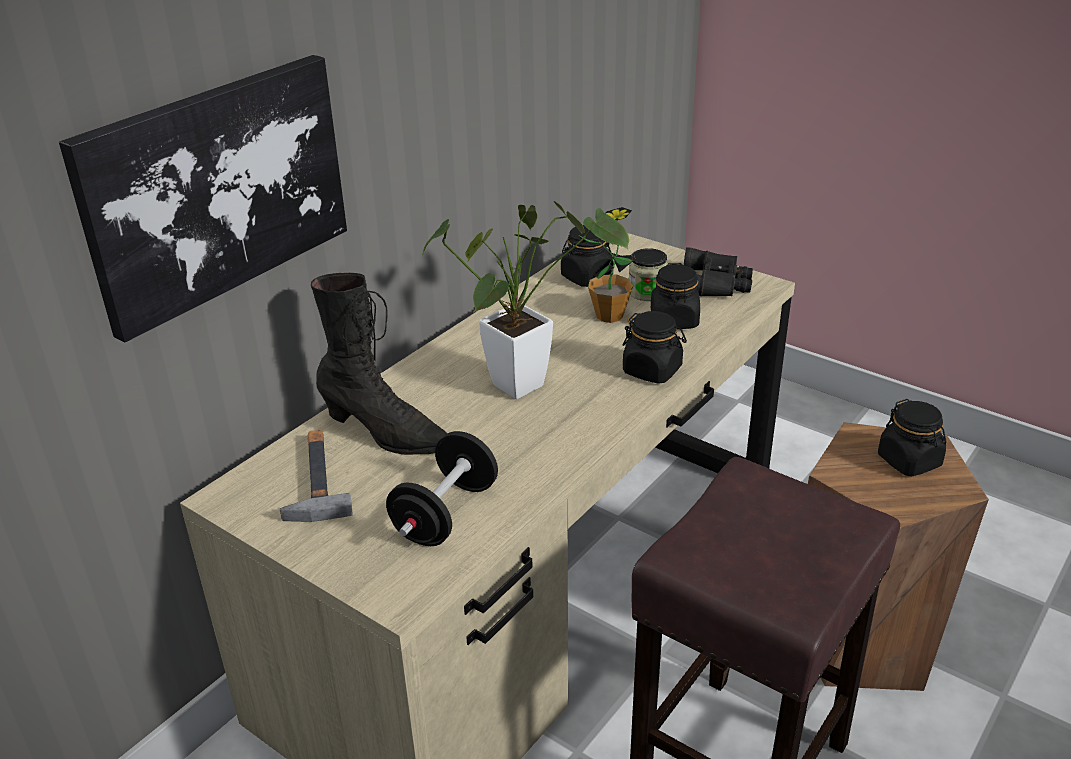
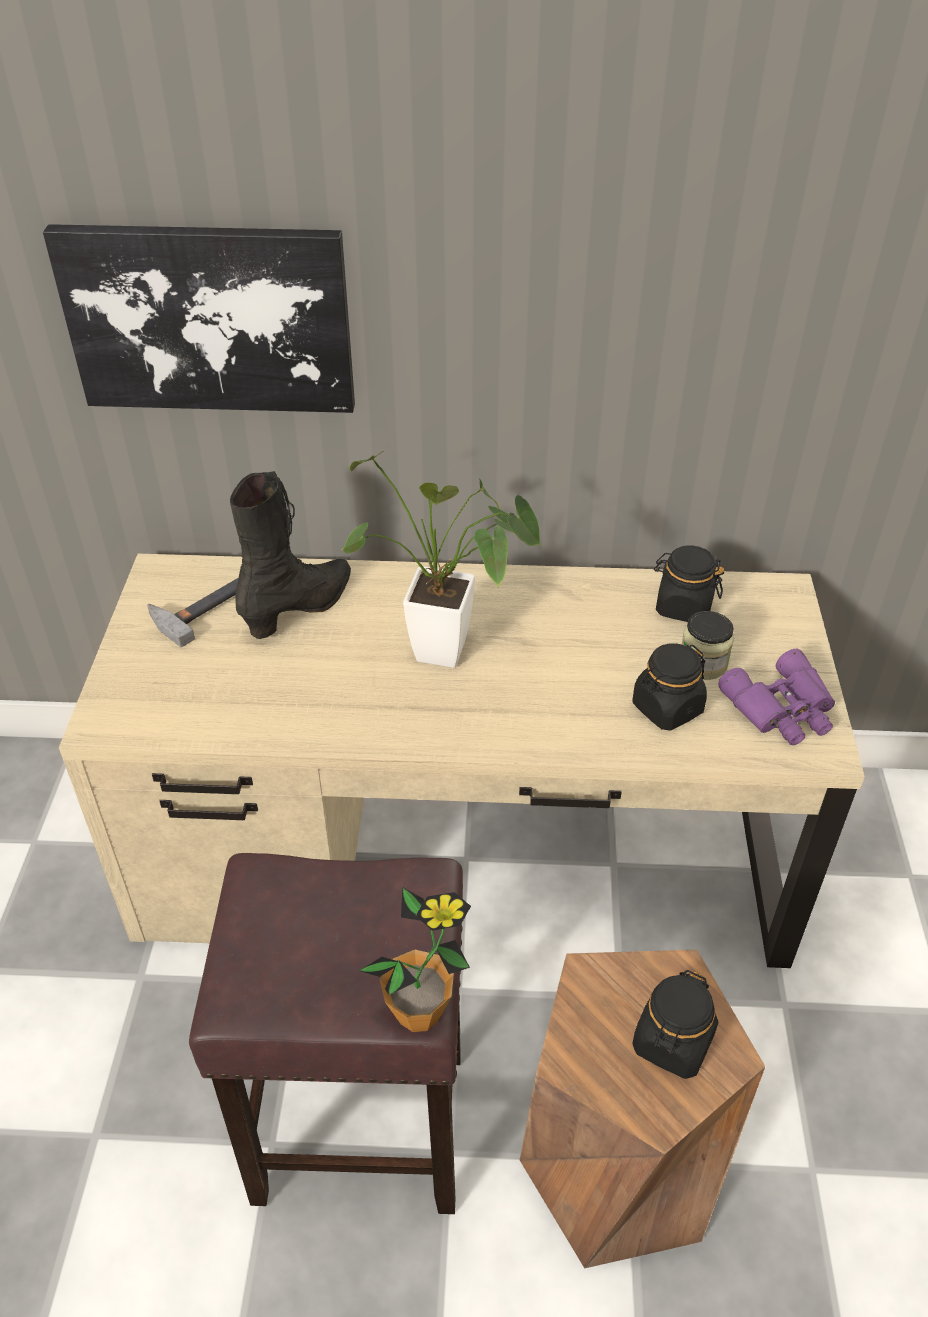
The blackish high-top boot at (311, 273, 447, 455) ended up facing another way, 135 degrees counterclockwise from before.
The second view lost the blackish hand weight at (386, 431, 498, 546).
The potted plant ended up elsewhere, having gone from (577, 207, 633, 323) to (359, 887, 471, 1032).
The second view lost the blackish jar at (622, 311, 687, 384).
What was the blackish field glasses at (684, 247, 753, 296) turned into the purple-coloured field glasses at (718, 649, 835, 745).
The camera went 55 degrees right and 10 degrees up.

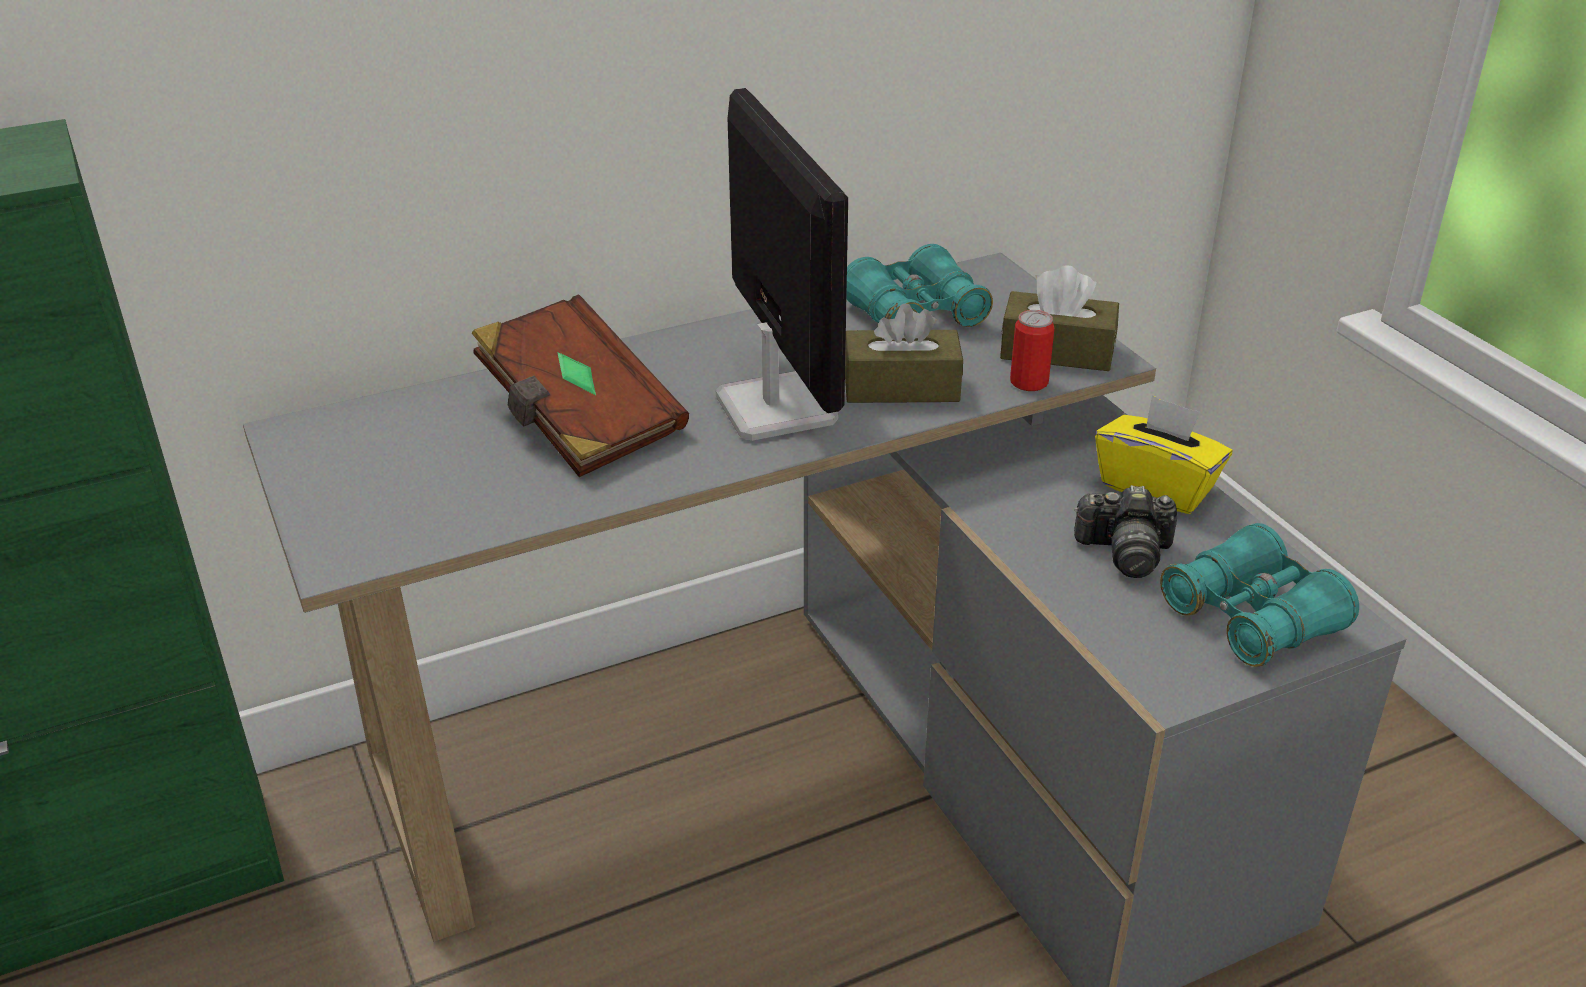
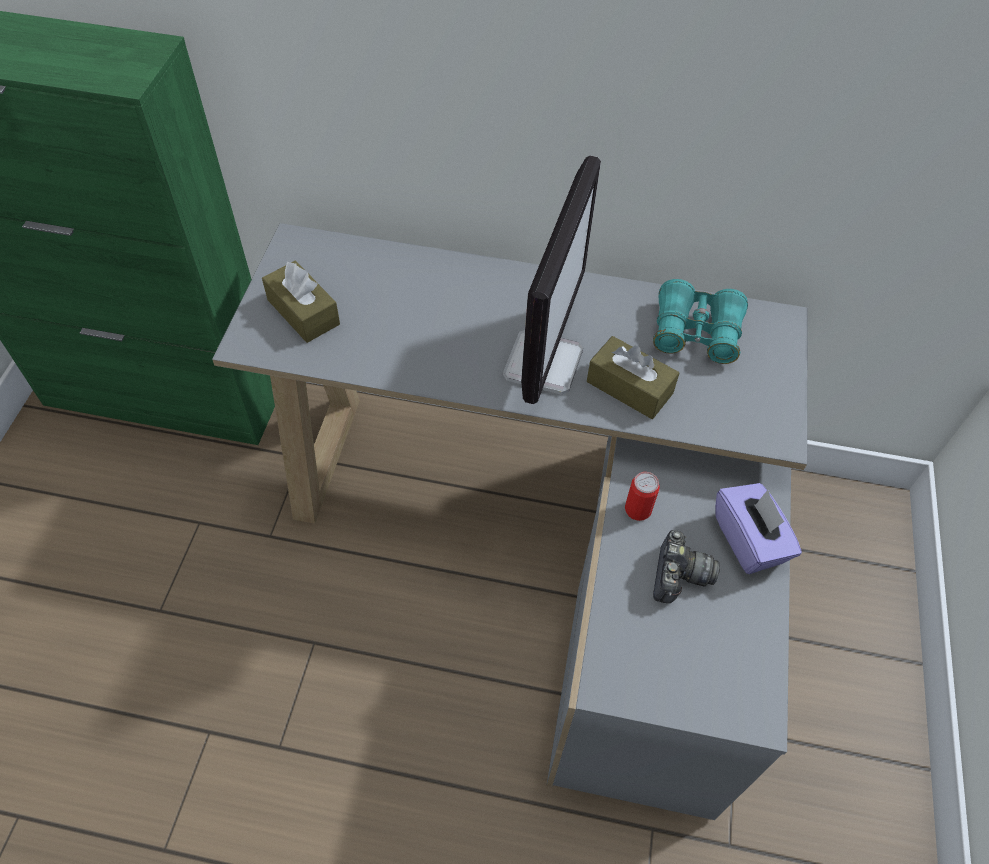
The second view lost the brown-coloured bound book at (472, 294, 689, 477).
The brown-coloured box of tissues ended up elsewhere, having gone from (1000, 265, 1119, 371) to (262, 261, 340, 343).
The metal can ended up elsewhere, having gone from (1010, 310, 1054, 391) to (625, 472, 660, 521).
The still camera at (1074, 485, 1177, 578) ended up facing another way, 120 degrees counterclockwise from before.
What was the yellow-coloured box of tissues at (1095, 395, 1232, 514) turned into the purple-coloured box of tissues at (715, 483, 802, 574).
The second view lost the turquoise-coloured field glasses at (1160, 523, 1359, 667).
The camera went 35 degrees right and 20 degrees up.

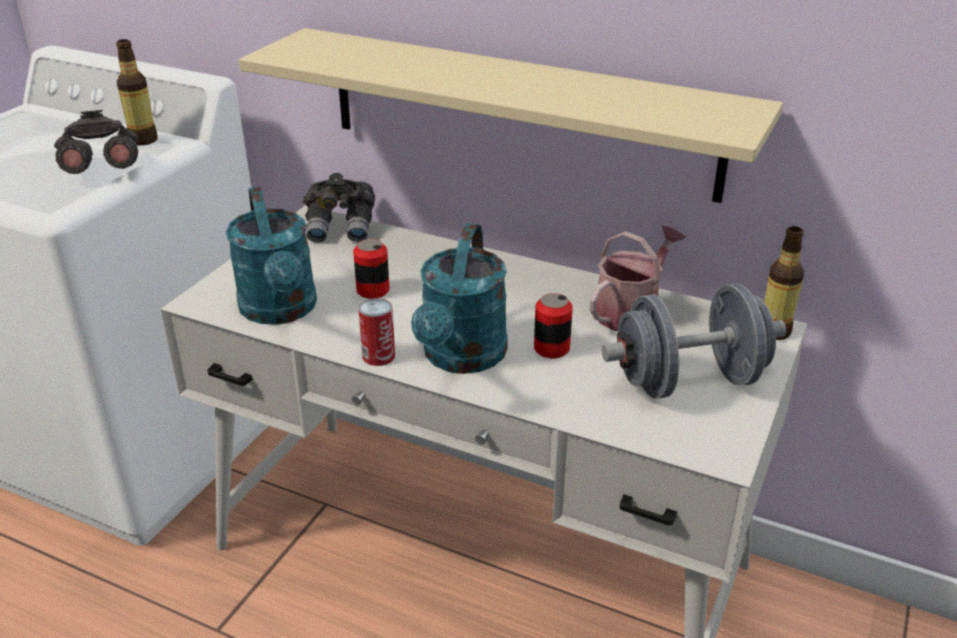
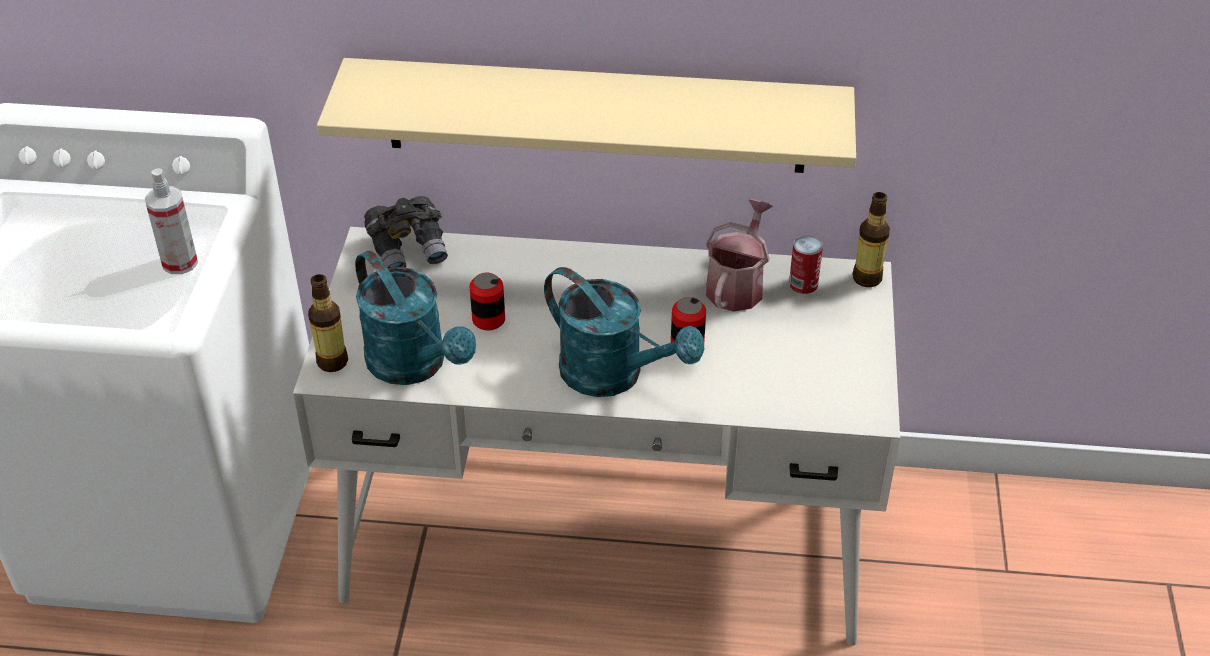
Where the grey field glasses stood at (54, 110, 139, 174), the spray bottle came to stand at (145, 168, 198, 274).
The beverage bottle ended up elsewhere, having gone from (116, 39, 158, 146) to (308, 274, 348, 372).
The metal can ended up elsewhere, having gone from (358, 299, 395, 366) to (789, 236, 823, 294).
The turquoise-coloured sprinkling can at (411, 224, 508, 374) ended up facing another way, 45 degrees counterclockwise from before.
The second view lost the grey hand weight at (602, 283, 786, 399).
The camera went 20 degrees left and 10 degrees up.

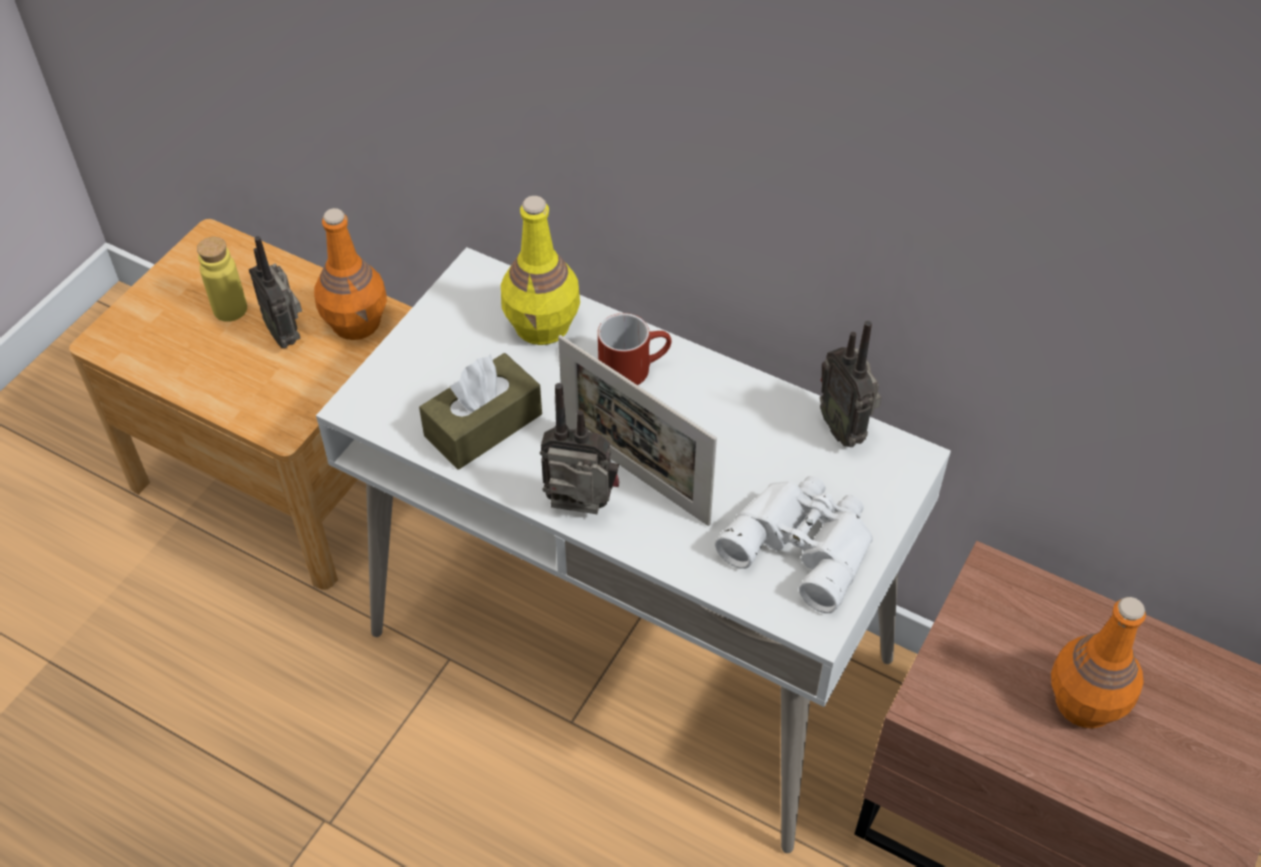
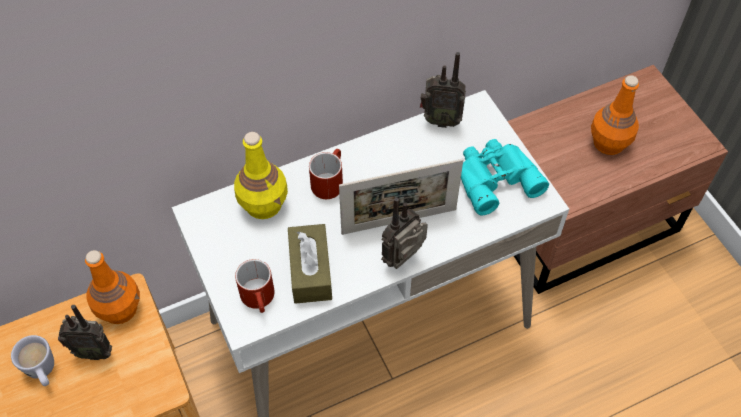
Where the yellow-coloured beverage bottle stood at (197, 237, 247, 322), the white tea mug came to stand at (11, 335, 54, 386).
What was the white field glasses at (715, 476, 873, 613) turned into the turquoise-coloured field glasses at (461, 139, 549, 216).
The second view gained the red tea mug at (235, 259, 275, 313).
The camera went 55 degrees left and 5 degrees up.

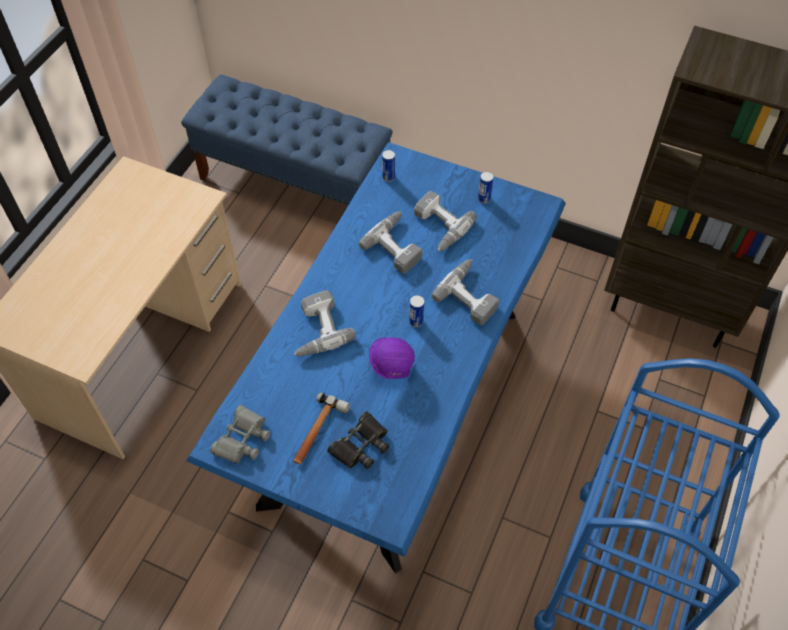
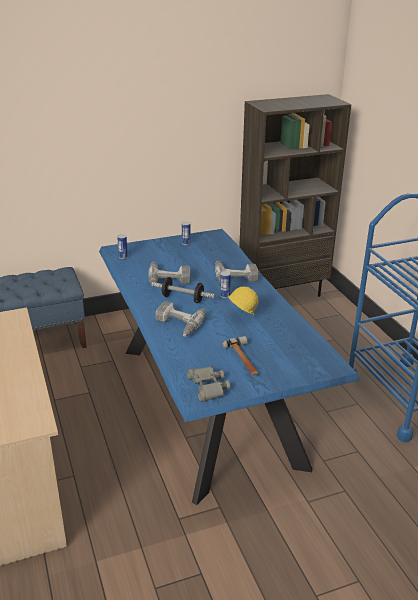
The second view lost the blackish field glasses at (327, 411, 390, 469).
What was the purple-coloured safety helmet at (369, 337, 415, 379) turned into the yellow-coloured safety helmet at (228, 287, 258, 315).
The second view lost the electric drill at (414, 191, 477, 251).
The second view gained the hand weight at (151, 277, 215, 303).
The camera went 45 degrees left and 25 degrees down.

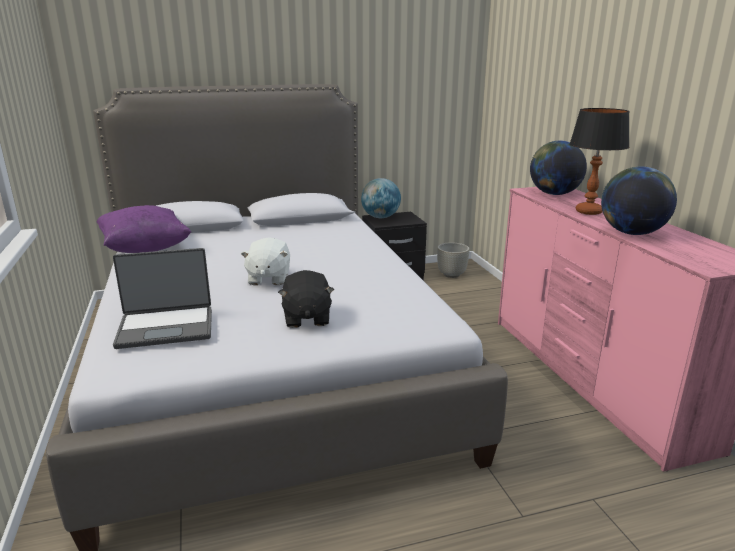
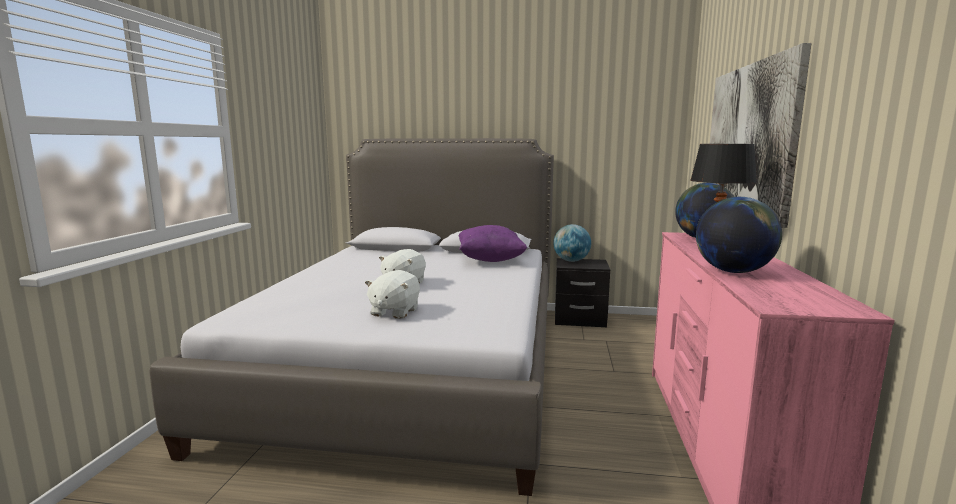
The purple-coloured pillow ended up elsewhere, having gone from (96, 205, 191, 253) to (458, 225, 527, 262).
The second view lost the notebook computer at (113, 248, 212, 349).
What was the blackish cuddly toy at (278, 270, 334, 328) turned into the white cuddly toy at (365, 270, 420, 319).
The second view lost the grey planter at (437, 242, 470, 278).
The second view gained the wall art at (710, 43, 812, 228).
The camera went 25 degrees right and 10 degrees down.

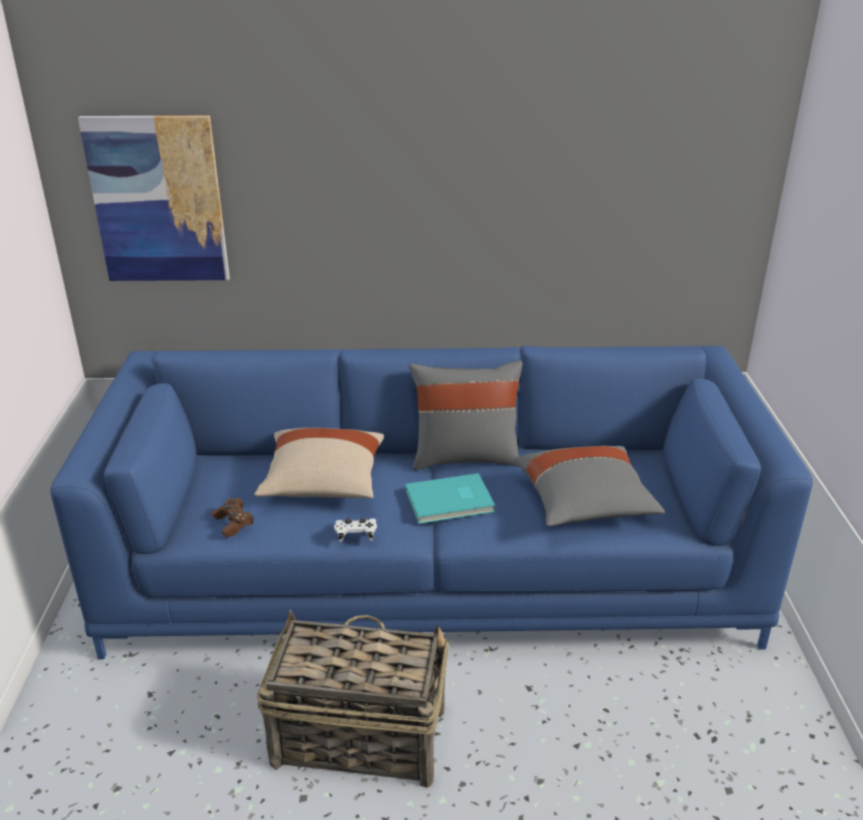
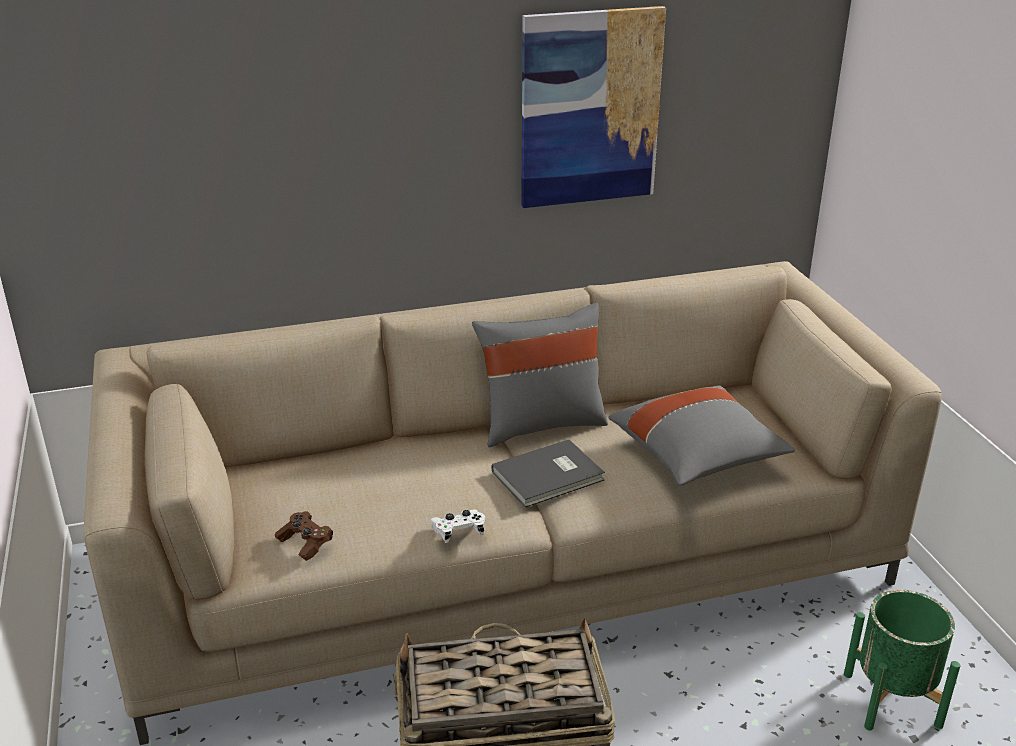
What was the blue sofa at (50, 346, 813, 659) turned into the beige-coloured sofa at (83, 261, 942, 745).
The wall art ended up elsewhere, having gone from (78, 116, 230, 281) to (521, 6, 666, 208).
The second view lost the beige-coloured pillow at (254, 428, 384, 498).
What was the turquoise-coloured bound book at (405, 473, 495, 524) turned into the grey bound book at (491, 440, 605, 507).
The second view gained the green-coloured planter at (844, 590, 961, 731).
The camera went 15 degrees left and 0 degrees up.

